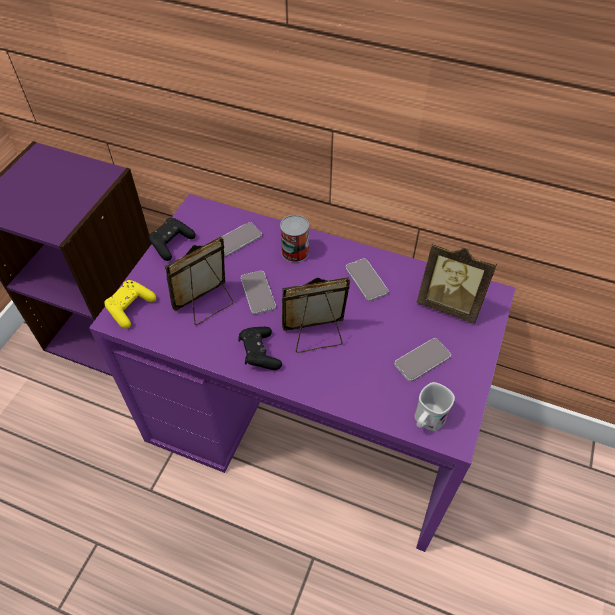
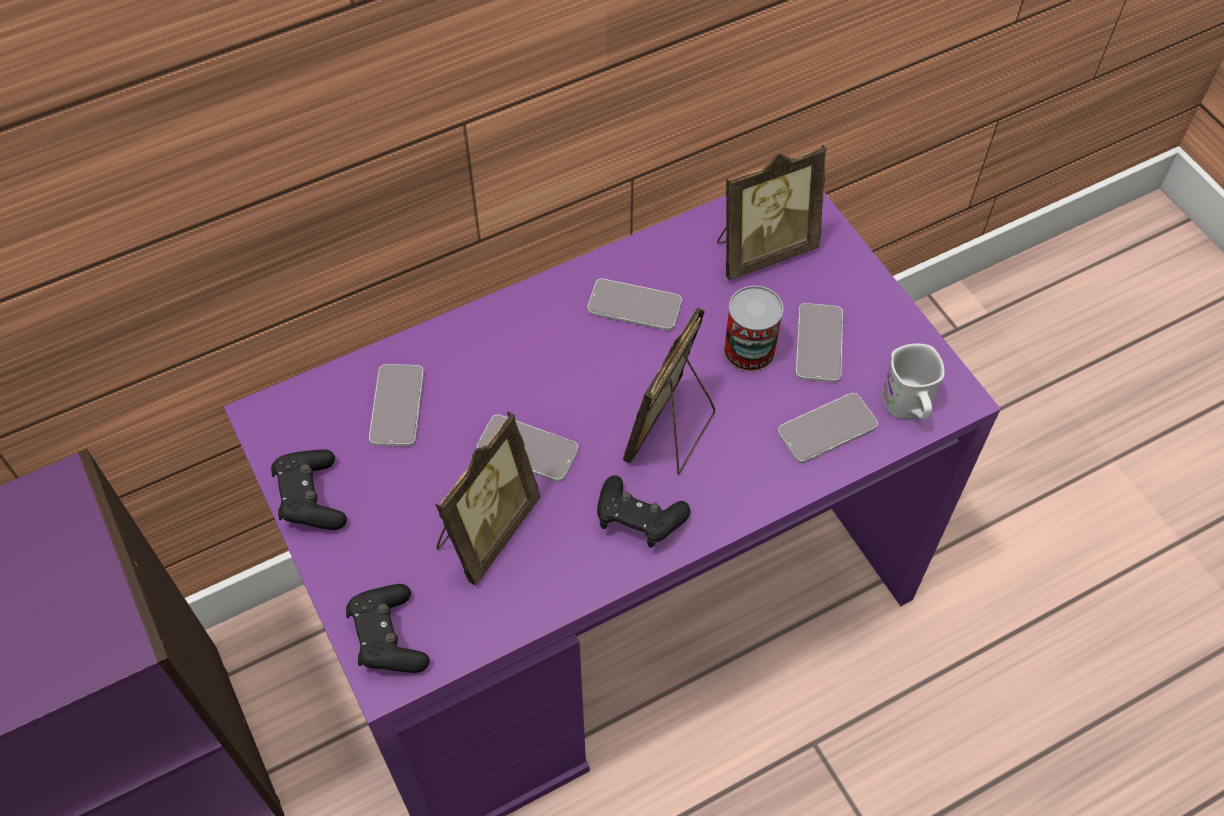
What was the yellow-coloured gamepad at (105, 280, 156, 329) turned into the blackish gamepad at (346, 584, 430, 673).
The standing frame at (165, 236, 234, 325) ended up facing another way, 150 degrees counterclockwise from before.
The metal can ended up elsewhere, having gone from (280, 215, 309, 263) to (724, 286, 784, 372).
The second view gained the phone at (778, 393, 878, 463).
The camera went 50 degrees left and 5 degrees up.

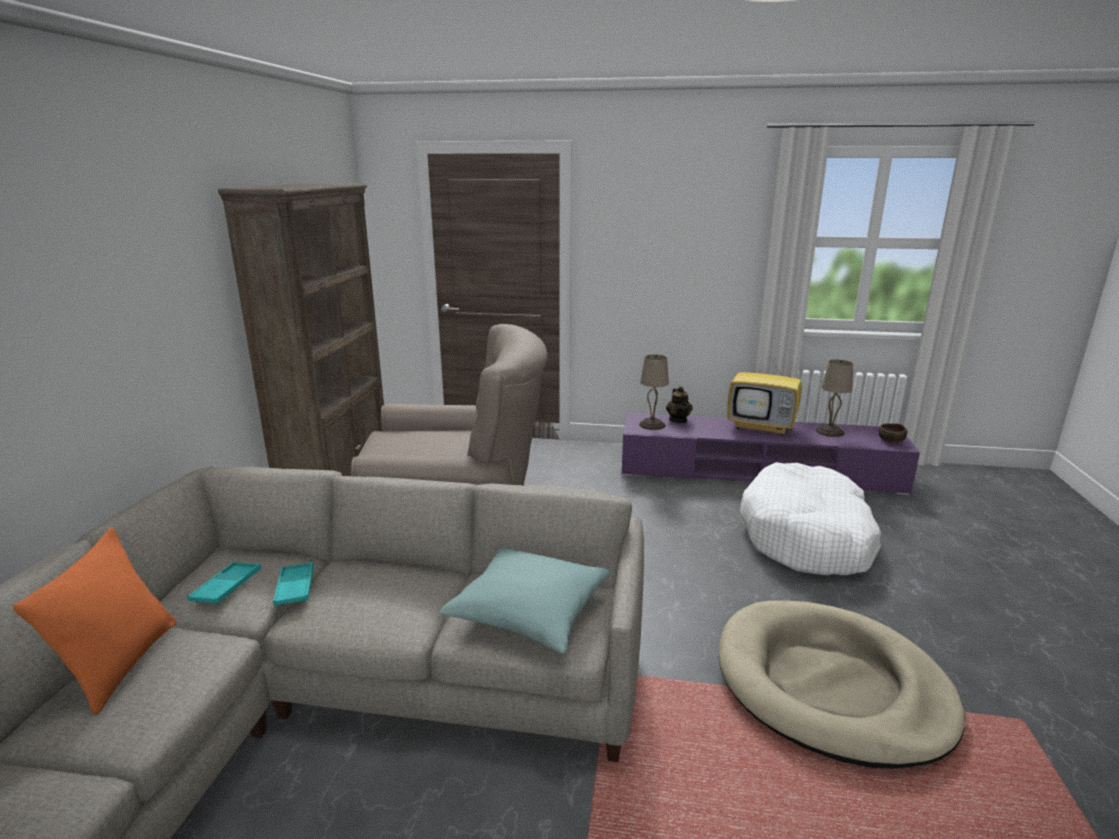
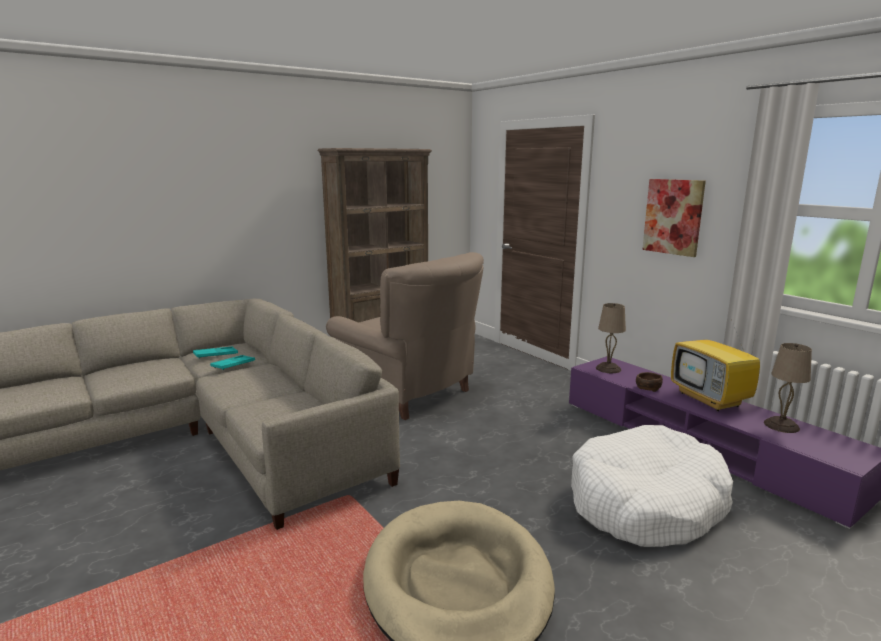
The second view lost the orange-coloured pillow at (13, 528, 177, 715).
The second view lost the turquoise-coloured pillow at (439, 548, 610, 654).
The second view lost the pot for tea at (666, 386, 693, 423).
The brown-coloured bowl ended up elsewhere, having gone from (879, 423, 907, 443) to (636, 372, 663, 392).
The second view gained the wall art at (642, 179, 706, 257).
The camera went 45 degrees right and 5 degrees down.

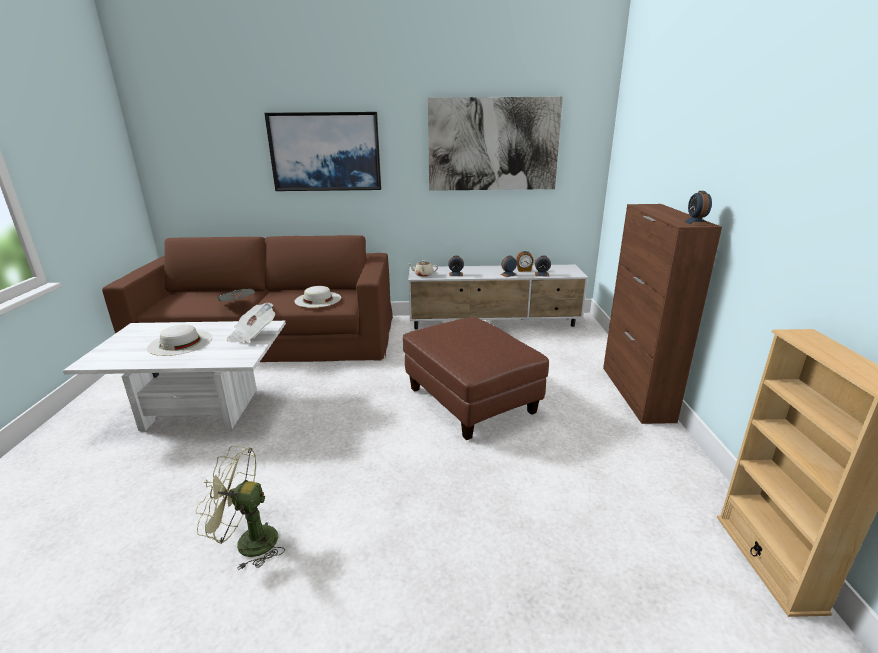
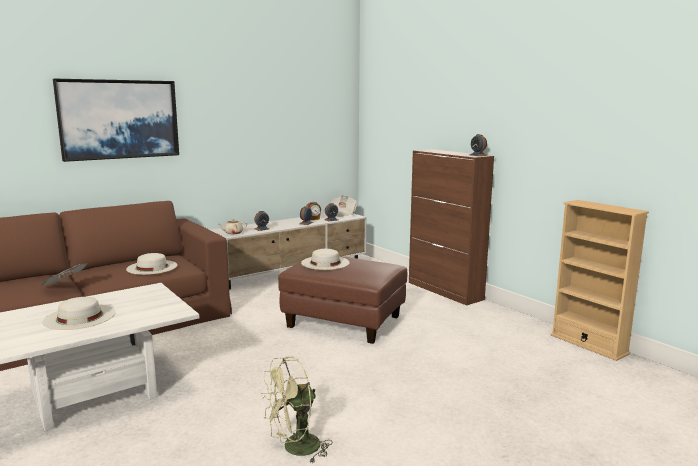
The printed paper ended up elsewhere, having gone from (227, 303, 275, 343) to (331, 195, 357, 217).
The second view lost the wall art at (428, 96, 563, 191).
The second view gained the white wearable hat at (301, 249, 350, 270).
The camera went 35 degrees left and 10 degrees down.

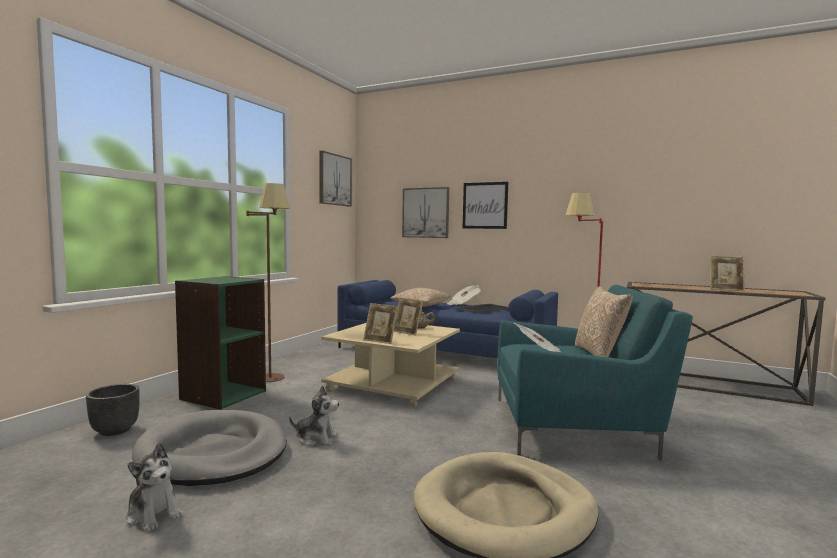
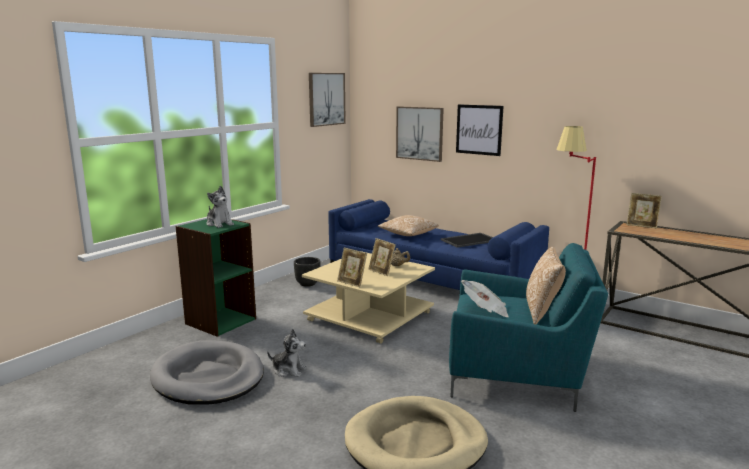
The blackish planter ended up elsewhere, having gone from (86, 384, 140, 436) to (294, 257, 321, 287).
The cuddly toy ended up elsewhere, having gone from (126, 443, 183, 532) to (206, 186, 234, 228).
The second view lost the brown-coloured standard lamp at (246, 183, 290, 382).
The second view lost the printed paper at (447, 285, 481, 305).
The standing frame ended up elsewhere, having gone from (710, 256, 745, 291) to (626, 193, 662, 228).
The camera went 10 degrees right and 10 degrees up.

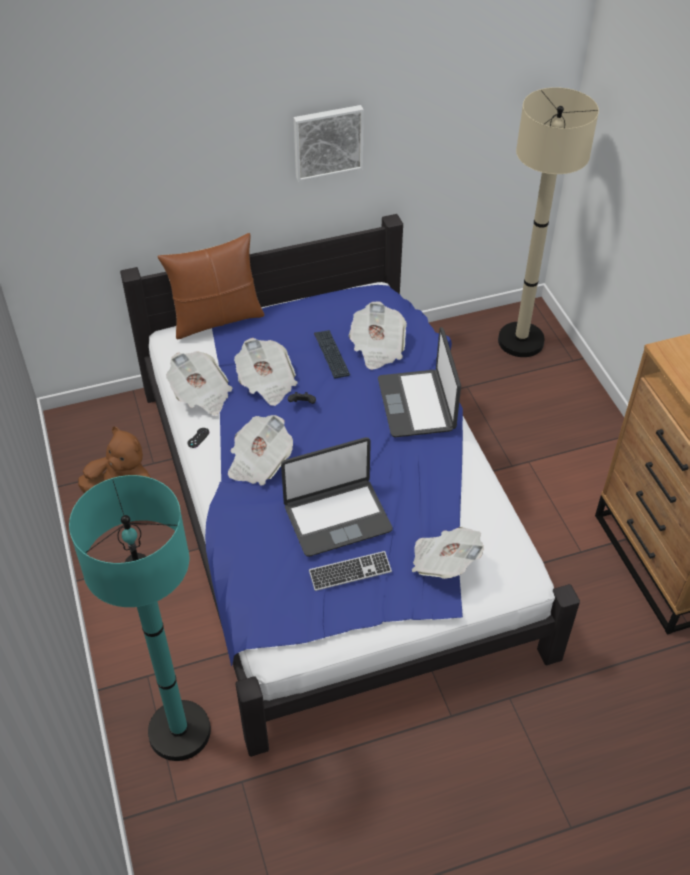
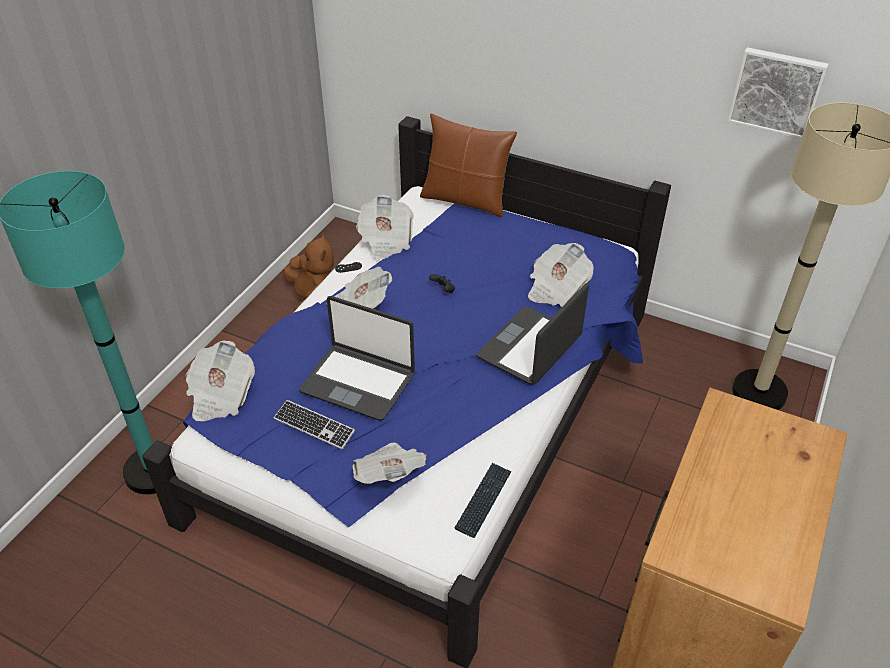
The printed paper ended up elsewhere, having gone from (234, 338, 298, 406) to (185, 341, 255, 421).
The wall art ended up elsewhere, having gone from (294, 105, 364, 182) to (727, 47, 829, 139).
The keyboard ended up elsewhere, having gone from (314, 330, 350, 378) to (454, 463, 512, 538).
The camera went 45 degrees right and 5 degrees down.

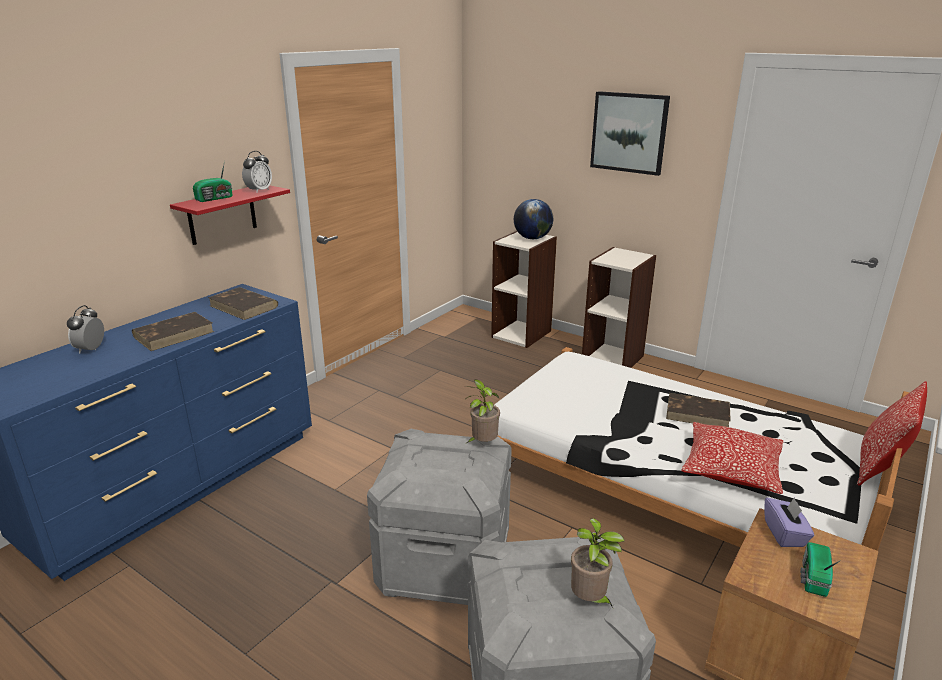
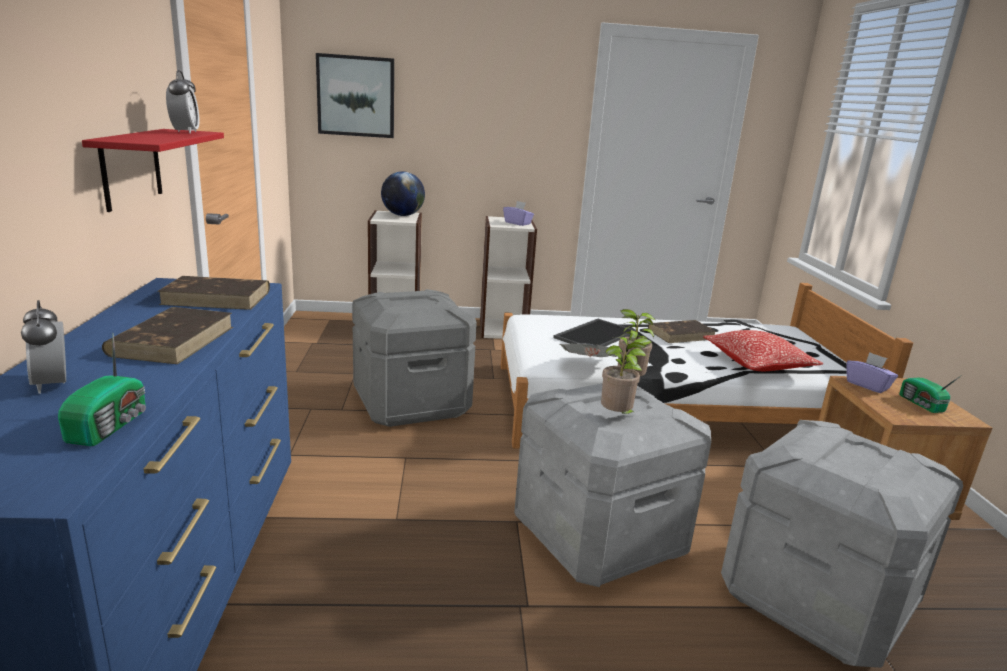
The radio ended up elsewhere, having gone from (193, 160, 232, 202) to (58, 334, 146, 446).
The potted plant ended up elsewhere, having gone from (571, 518, 625, 608) to (601, 337, 653, 414).
The wall art ended up elsewhere, having gone from (590, 91, 670, 176) to (316, 53, 394, 138).
The second view lost the pillow at (857, 381, 927, 486).
The second view gained the grey storage container at (352, 289, 477, 427).
The second view gained the purple-coloured box of tissues at (503, 201, 534, 226).
The second view gained the carrying tray at (553, 319, 636, 346).
The second view gained the printed paper at (560, 344, 616, 357).
The camera went 40 degrees left and 5 degrees down.

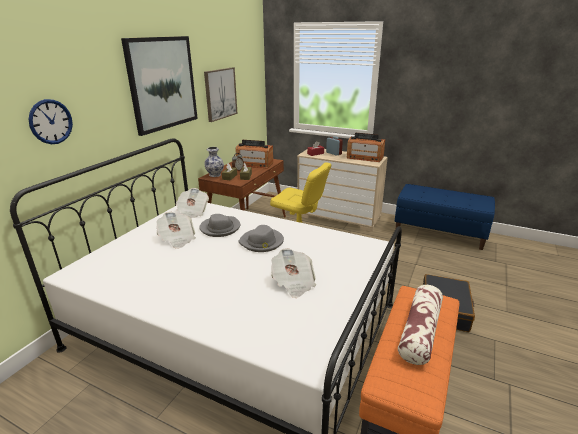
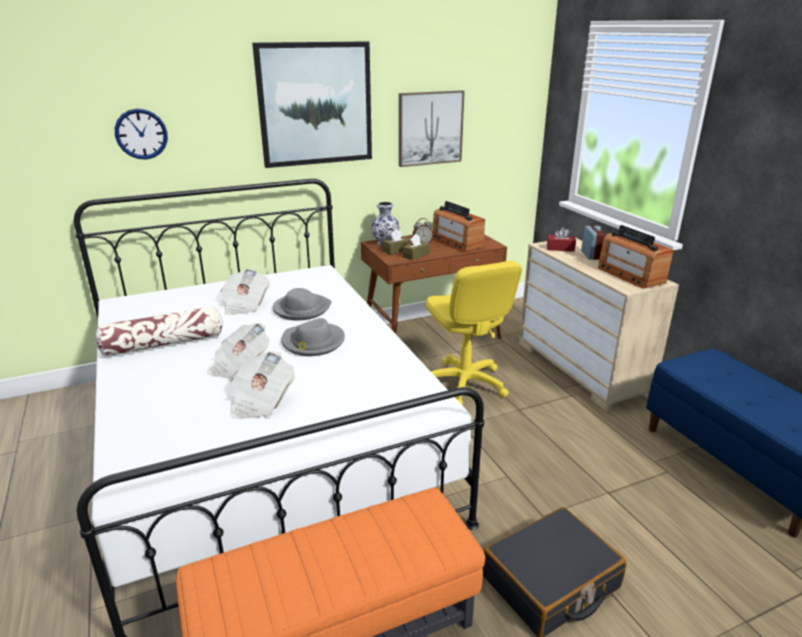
The printed paper ended up elsewhere, having gone from (176, 188, 209, 218) to (207, 323, 269, 378).
The pillow ended up elsewhere, having gone from (398, 285, 443, 365) to (95, 306, 222, 357).
The camera went 40 degrees right and 0 degrees up.

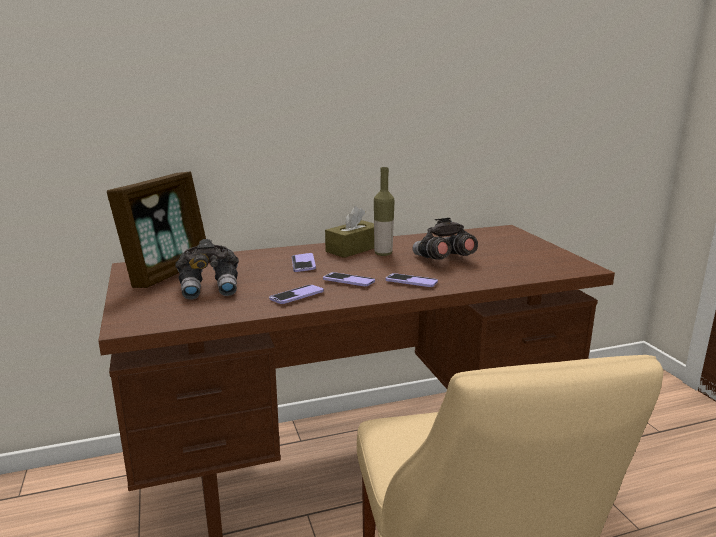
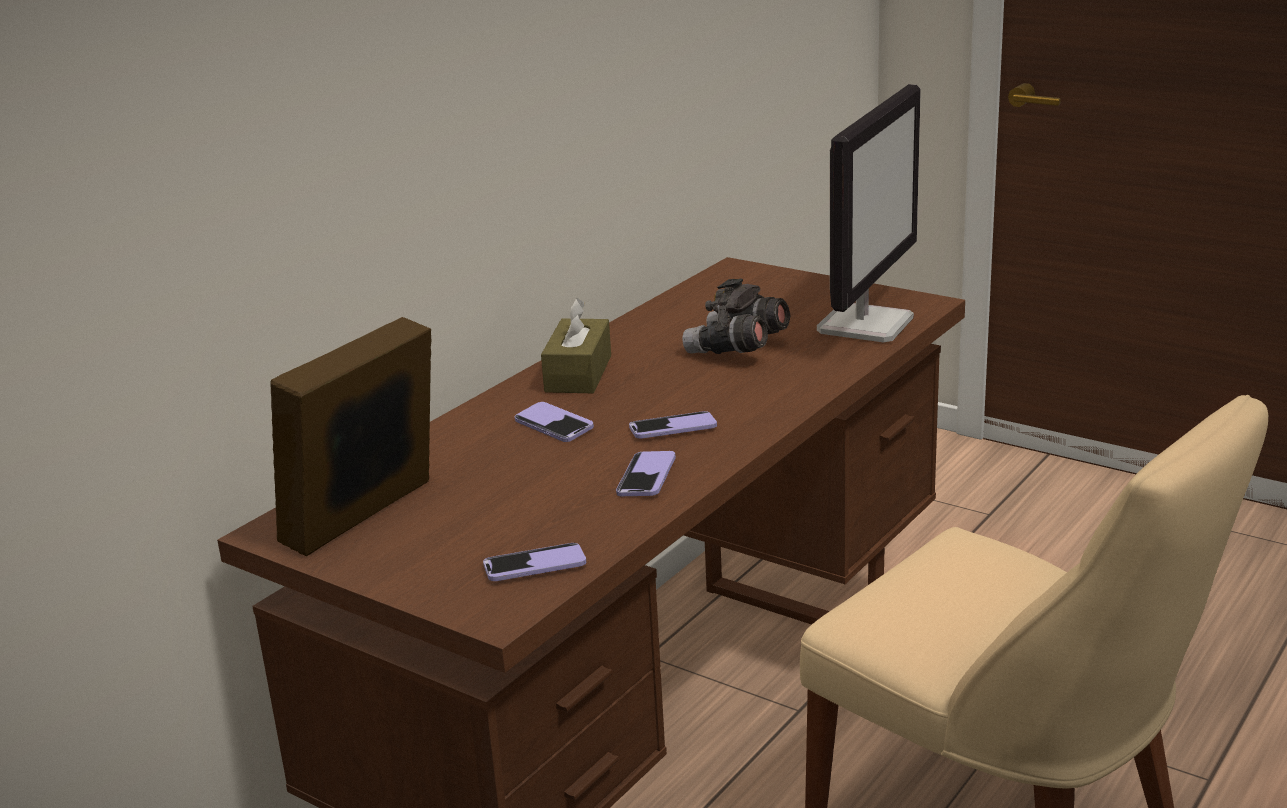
The standing frame at (107, 171, 206, 288) ended up facing another way, 135 degrees counterclockwise from before.
The second view lost the grey field glasses at (175, 239, 239, 299).
The second view lost the beverage bottle at (374, 167, 395, 256).
The phone ended up elsewhere, having gone from (385, 273, 438, 287) to (483, 543, 586, 581).
The second view gained the computer screen at (817, 84, 921, 343).
The camera went 35 degrees left and 5 degrees up.

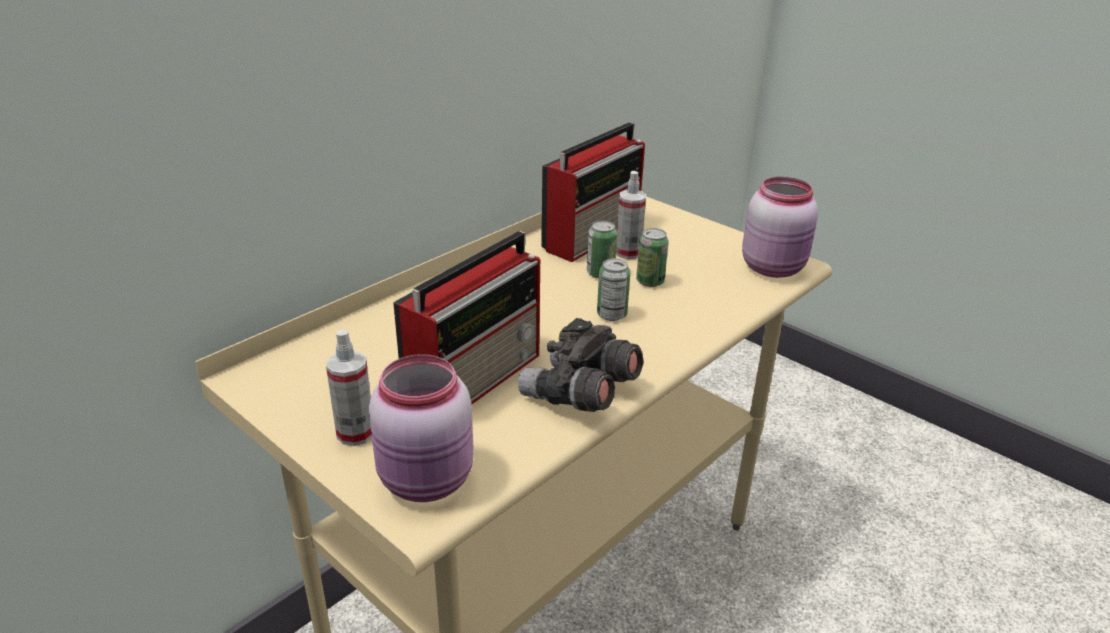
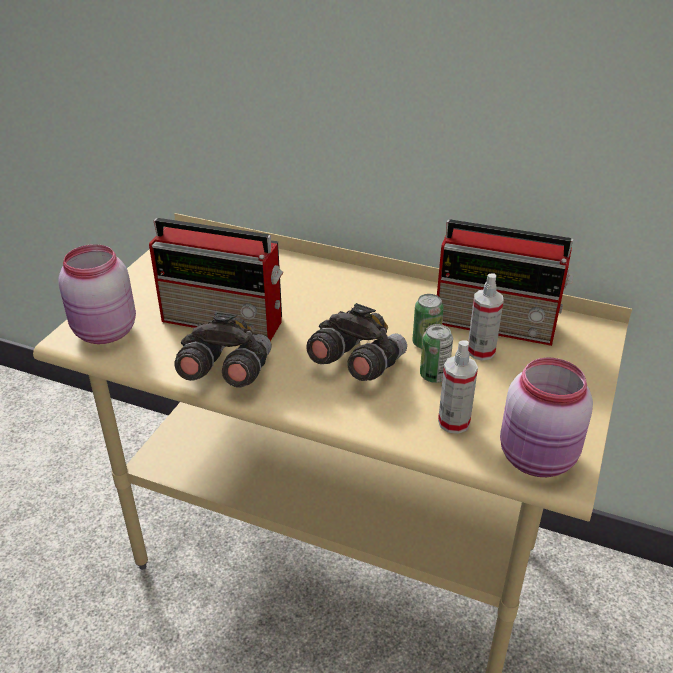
The spray bottle ended up elsewhere, having gone from (326, 329, 372, 446) to (438, 340, 478, 434).
Where the metal can stood at (597, 258, 630, 321), the grey field glasses came to stand at (306, 303, 407, 381).
The camera went 70 degrees right and 5 degrees up.

